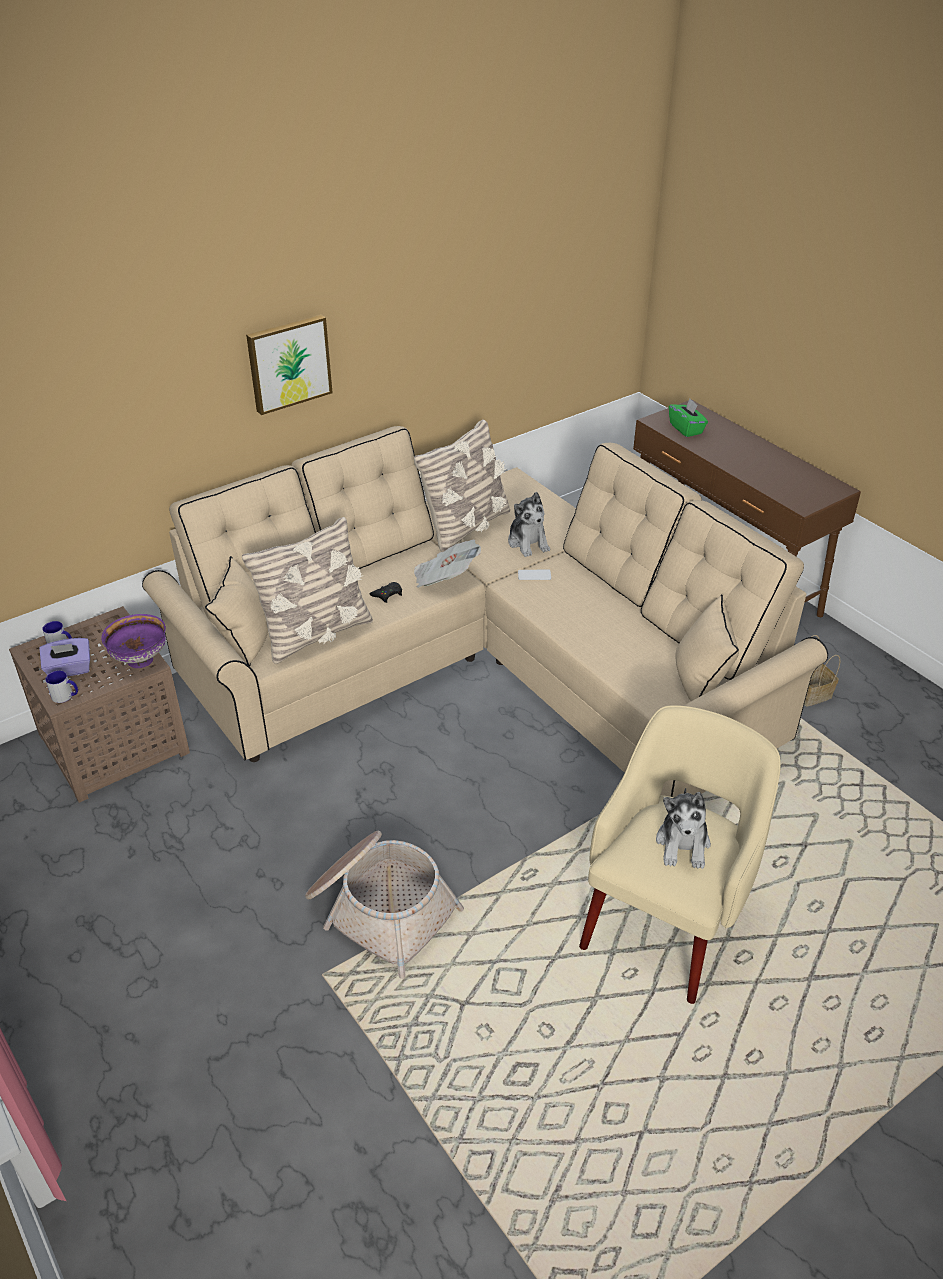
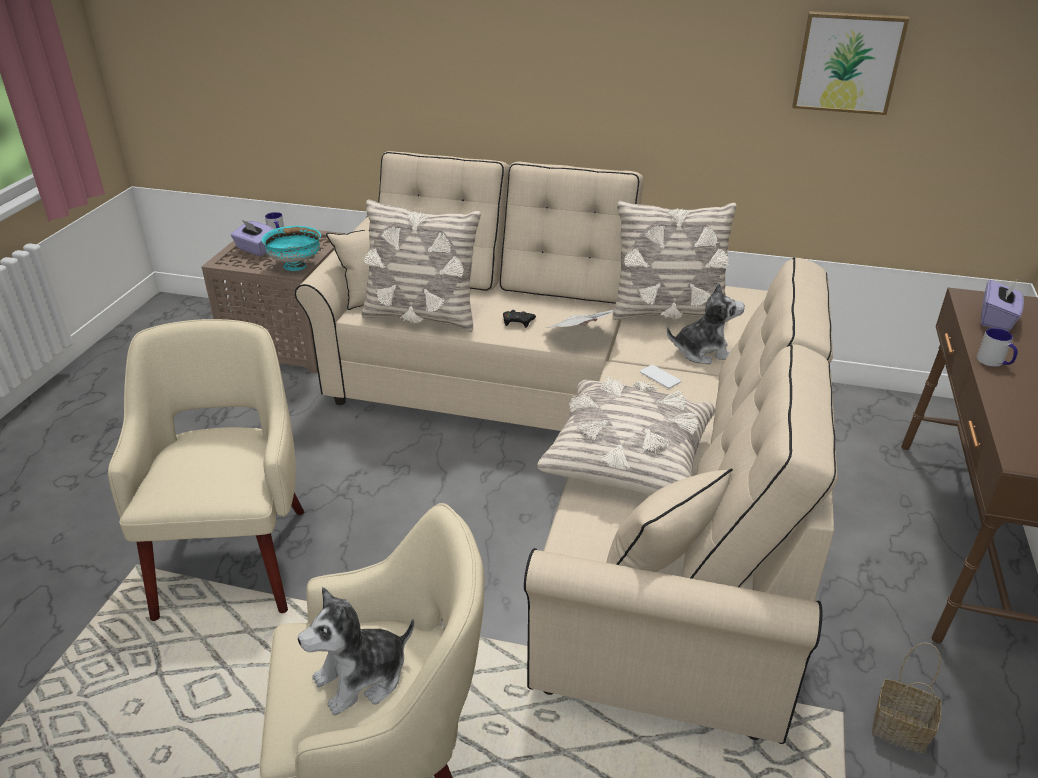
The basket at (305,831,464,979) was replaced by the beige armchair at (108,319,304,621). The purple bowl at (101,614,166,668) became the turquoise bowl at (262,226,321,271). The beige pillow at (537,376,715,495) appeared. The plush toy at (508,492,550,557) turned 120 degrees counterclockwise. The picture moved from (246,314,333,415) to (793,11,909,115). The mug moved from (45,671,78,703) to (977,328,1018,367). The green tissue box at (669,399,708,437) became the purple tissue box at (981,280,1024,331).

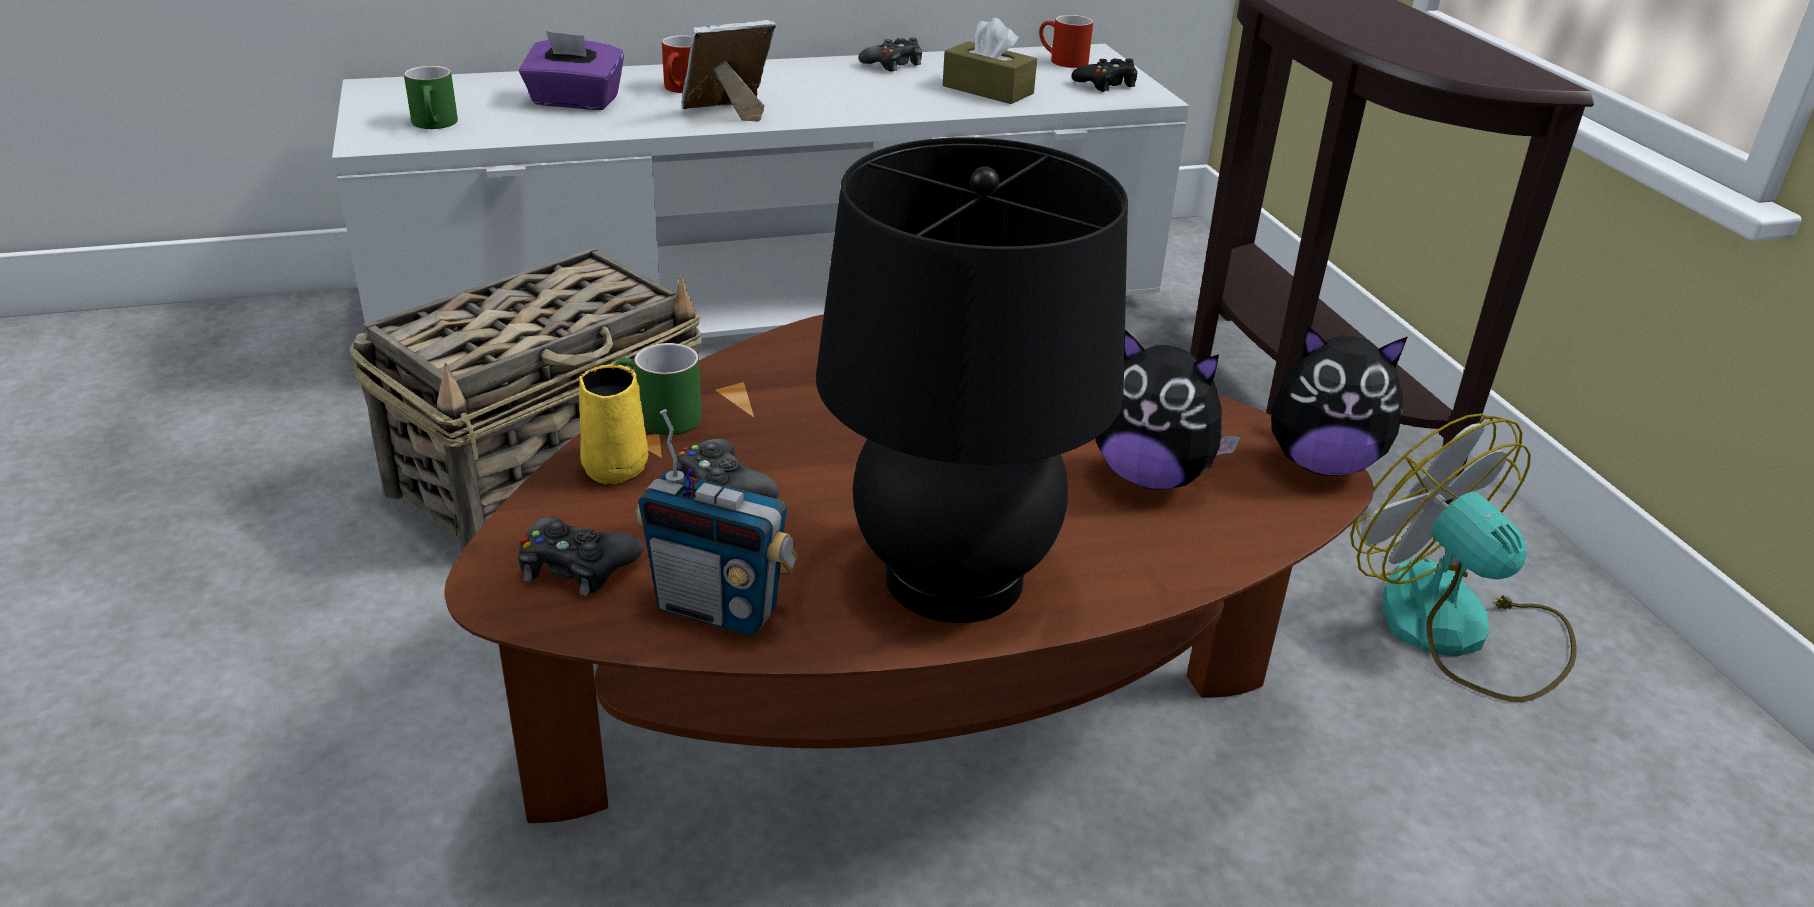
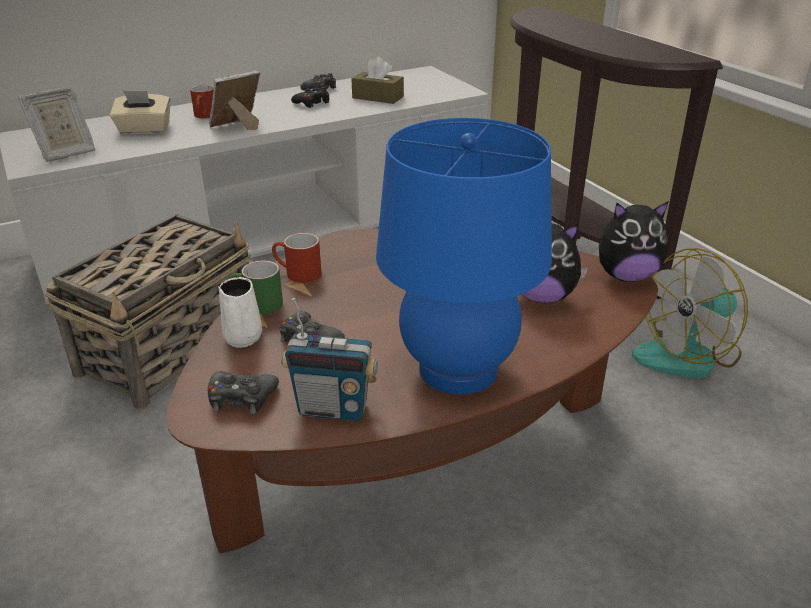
The green mug at (404,66,458,129) was replaced by the picture frame at (18,87,95,162). The purple tissue box at (519,31,624,110) became the beige tissue box at (110,91,171,135). The yellow mug at (579,364,648,485) became the white mug at (218,277,262,348). The red mug moved from (1039,15,1093,68) to (272,233,322,283). The black game controller moved from (1072,58,1137,92) to (291,87,329,108). The black table lamp at (816,137,1128,623) became the blue table lamp at (376,118,552,394). The fan at (1350,414,1577,702) turned 75 degrees counterclockwise.

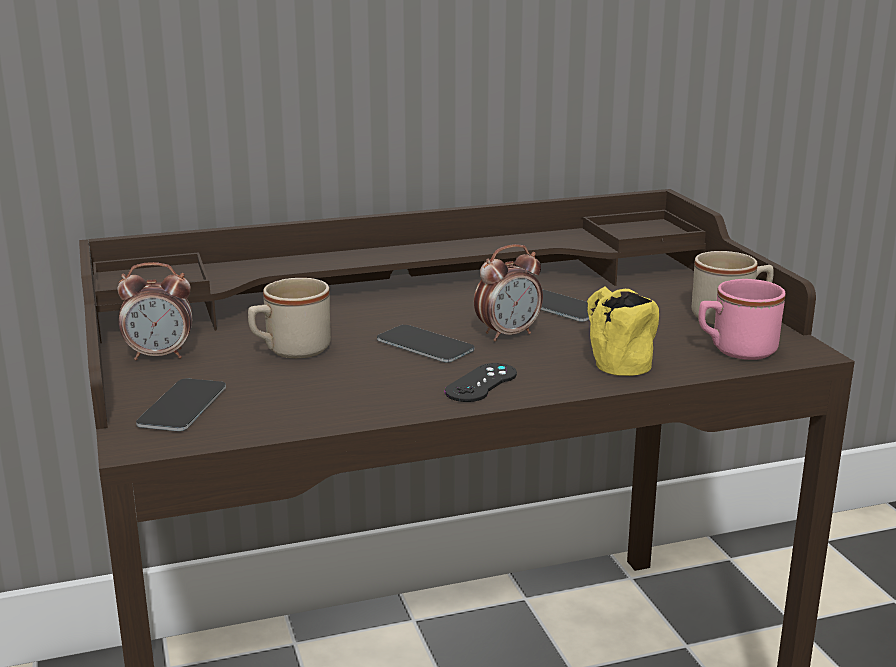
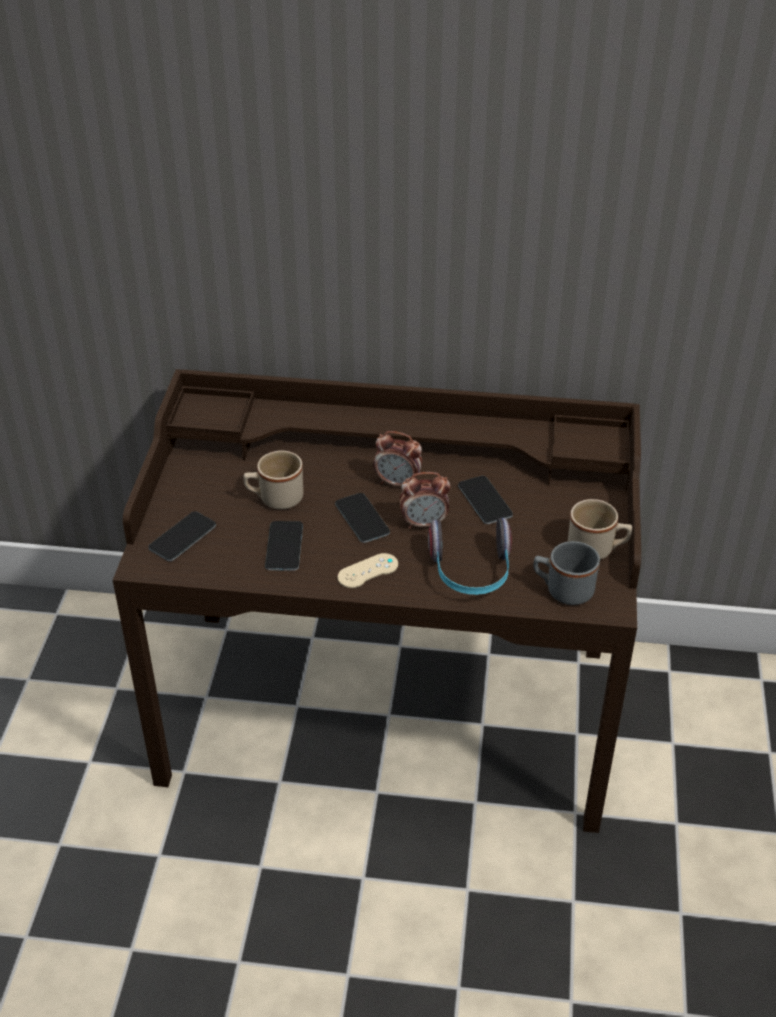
The phone at (265,521,303,571) appeared. The black game controller at (445,363,517,402) became the beige game controller at (338,553,398,588). The alarm clock moved from (117,262,192,360) to (373,431,422,487). The yellow mug at (587,287,659,376) was replaced by the headphones at (428,518,512,595). The pink mug at (698,279,786,360) became the grey mug at (533,541,600,605).

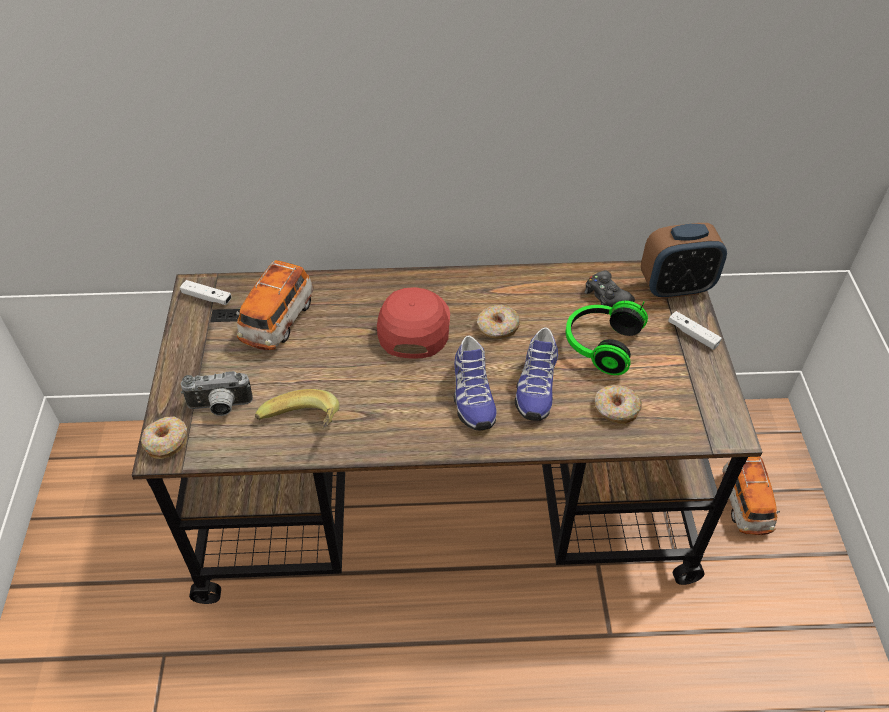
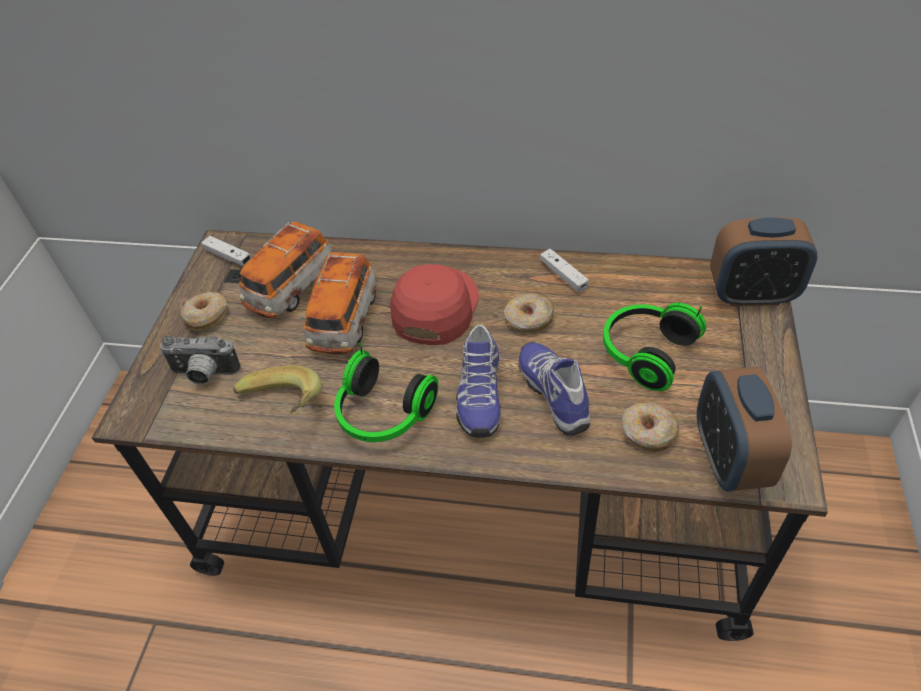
The donut moved from (141,416,187,459) to (180,292,227,332). The toy car moved from (722,457,780,535) to (301,252,377,355). The headphones at (334,342,439,442) appeared. The shoe at (515,327,558,421) turned 135 degrees clockwise. The white game controller moved from (668,311,722,350) to (540,249,589,292). The alarm clock at (697,366,792,492) appeared. The black game controller at (584,271,635,307) disappeared.

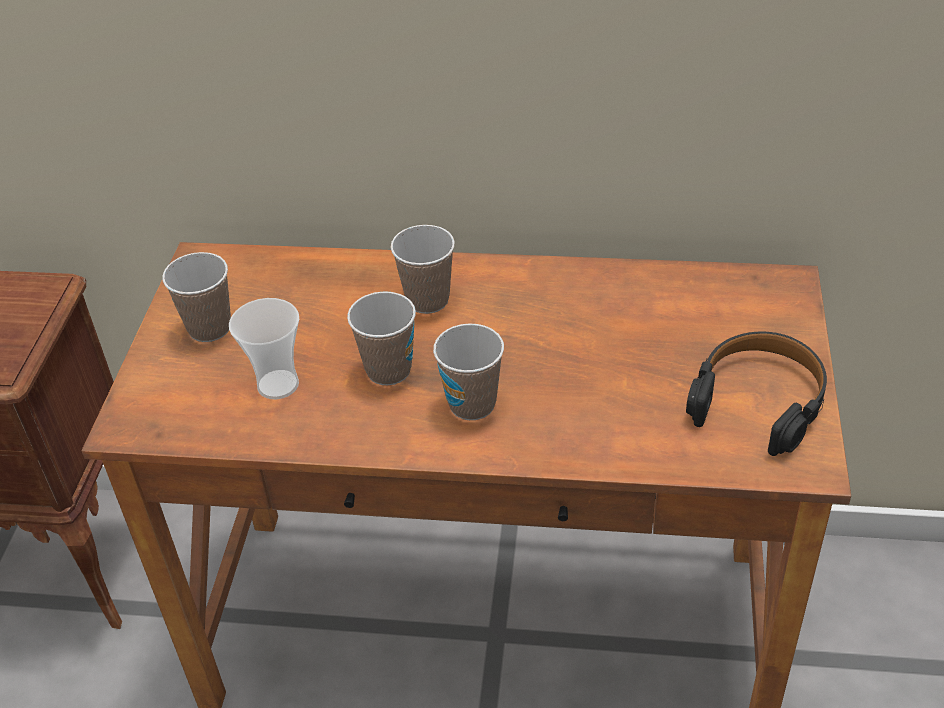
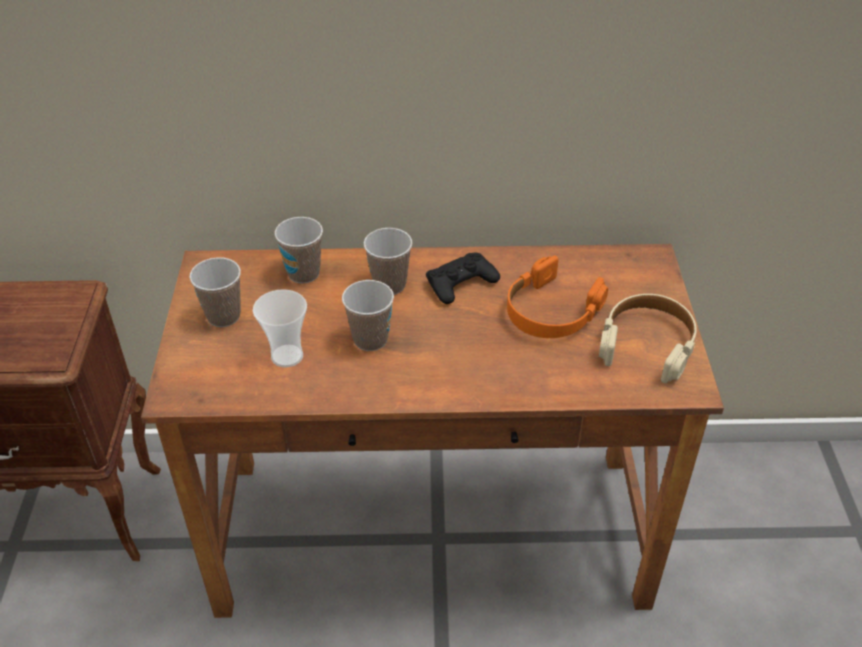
The cup moved from (433,324,504,420) to (275,217,323,284). The black game controller at (426,253,500,304) appeared. The orange headphones at (507,256,608,338) appeared. The black headphones at (686,331,827,456) became the beige headphones at (599,294,697,383).

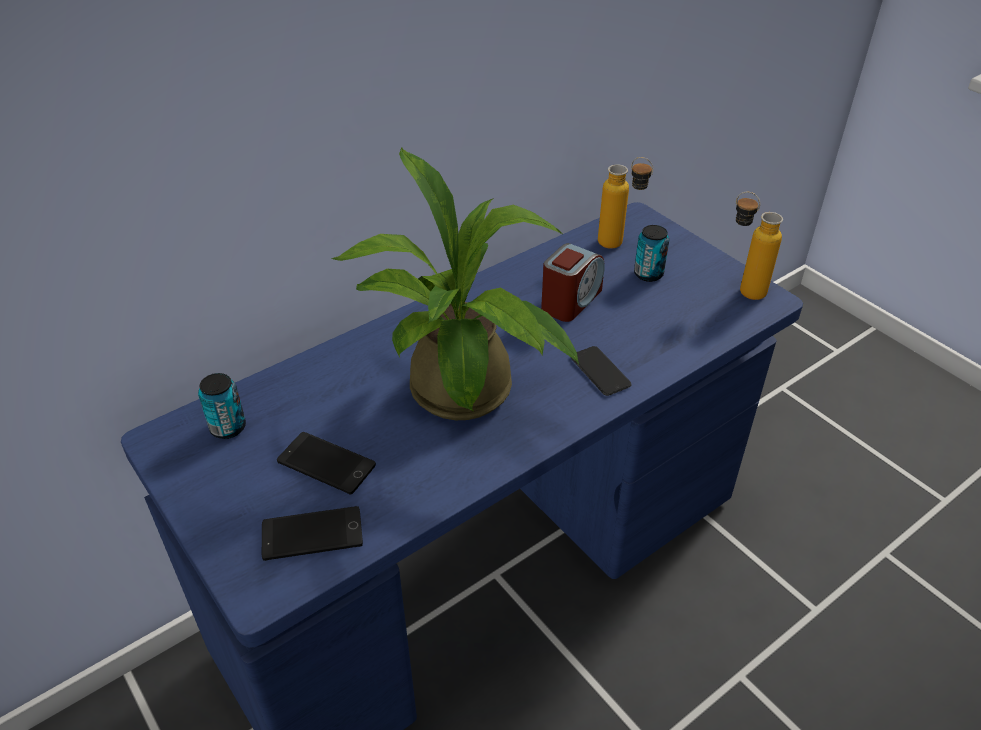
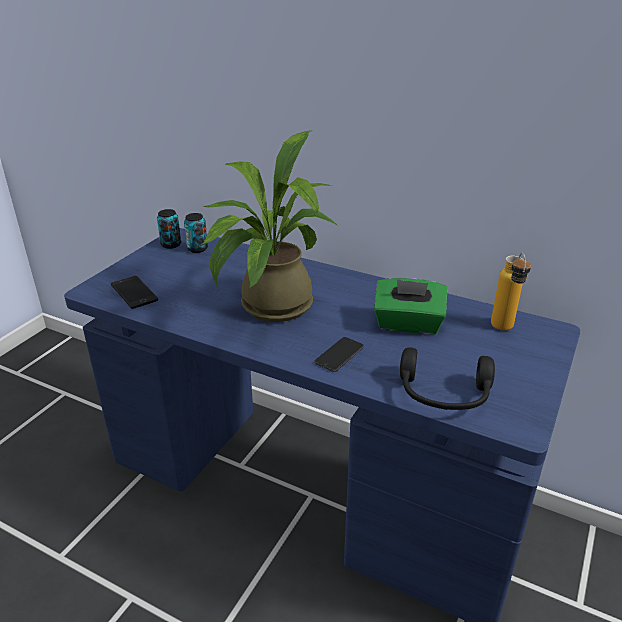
The can moved from (634,225,669,282) to (157,209,181,249). The alarm clock at (541,243,605,322) was replaced by the green tissue box at (374,278,447,335). The black headphones at (400,347,495,410) appeared. The phone at (277,432,376,495) disappeared. The bottle at (736,192,783,300) disappeared.

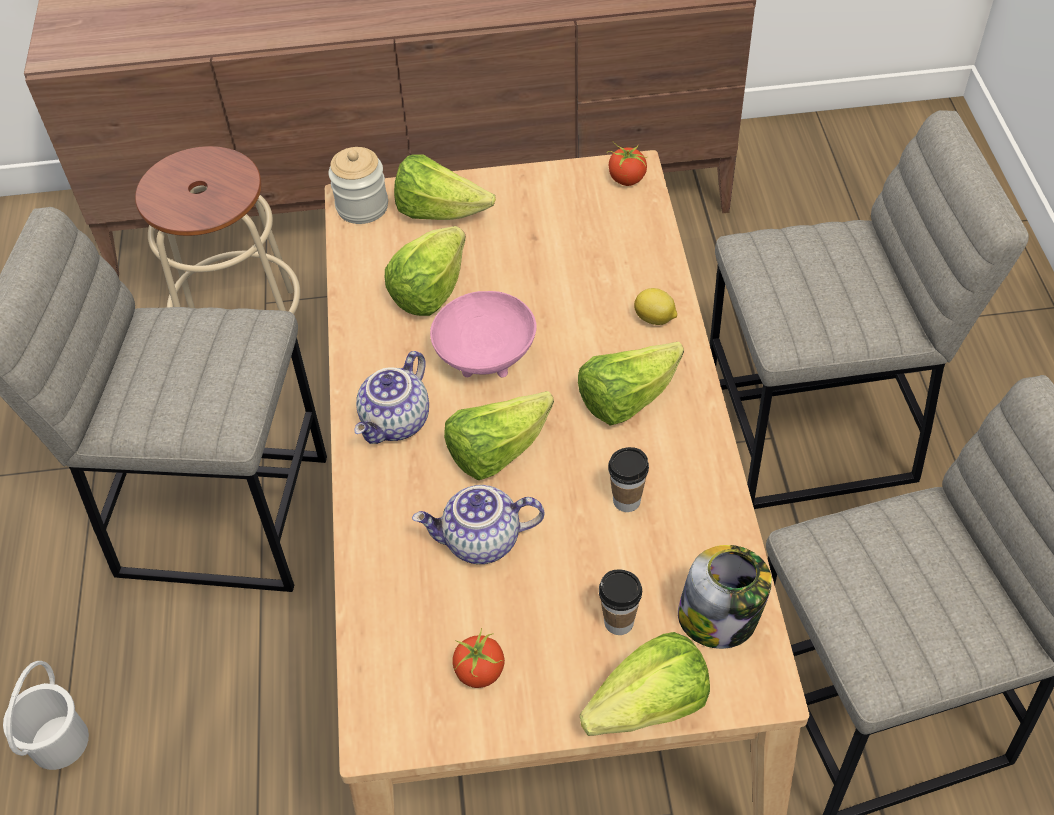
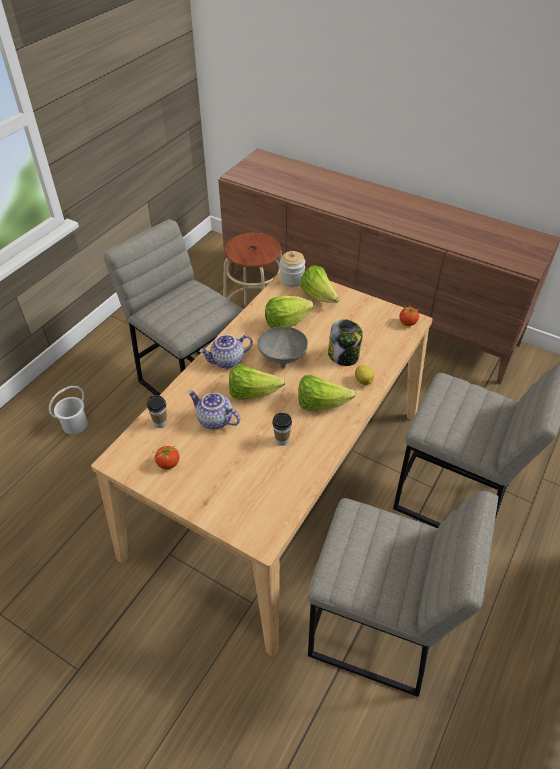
The cup moved from (599,569,642,635) to (147,395,167,428). The pink bowl at (430,291,537,377) became the grey bowl at (257,327,308,369). The jar moved from (678,545,772,649) to (328,319,363,366). The lettuce at (580,632,710,736) disappeared.

